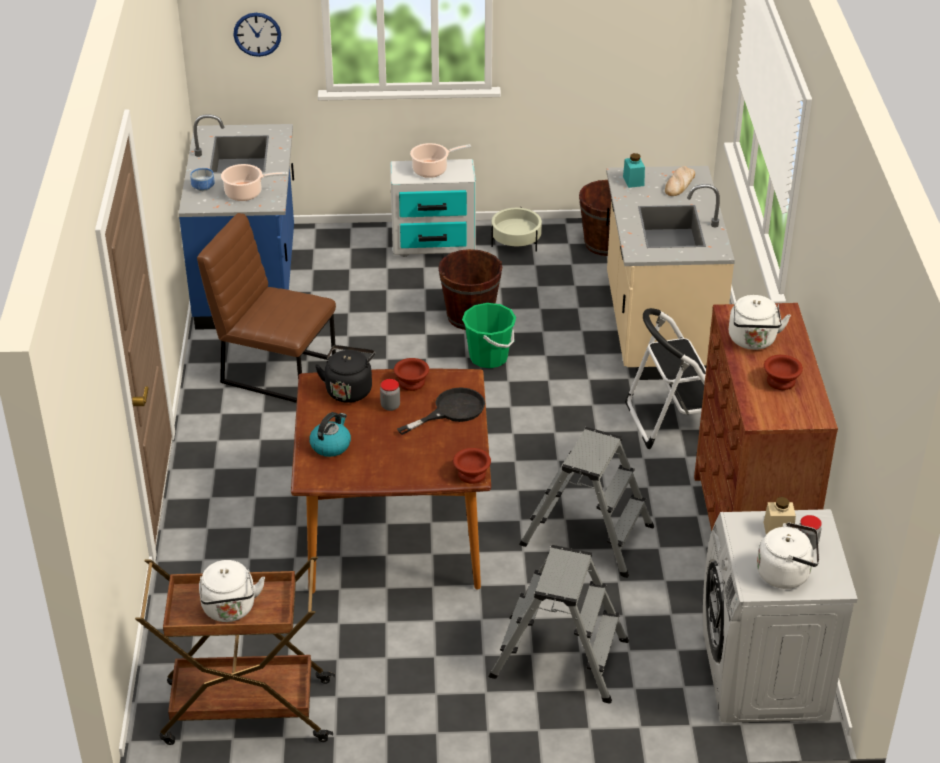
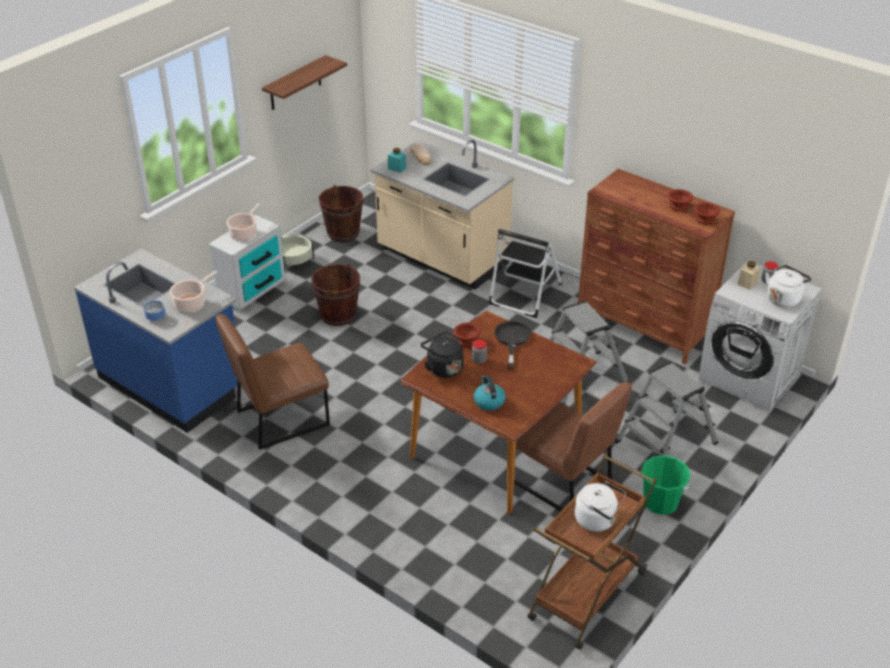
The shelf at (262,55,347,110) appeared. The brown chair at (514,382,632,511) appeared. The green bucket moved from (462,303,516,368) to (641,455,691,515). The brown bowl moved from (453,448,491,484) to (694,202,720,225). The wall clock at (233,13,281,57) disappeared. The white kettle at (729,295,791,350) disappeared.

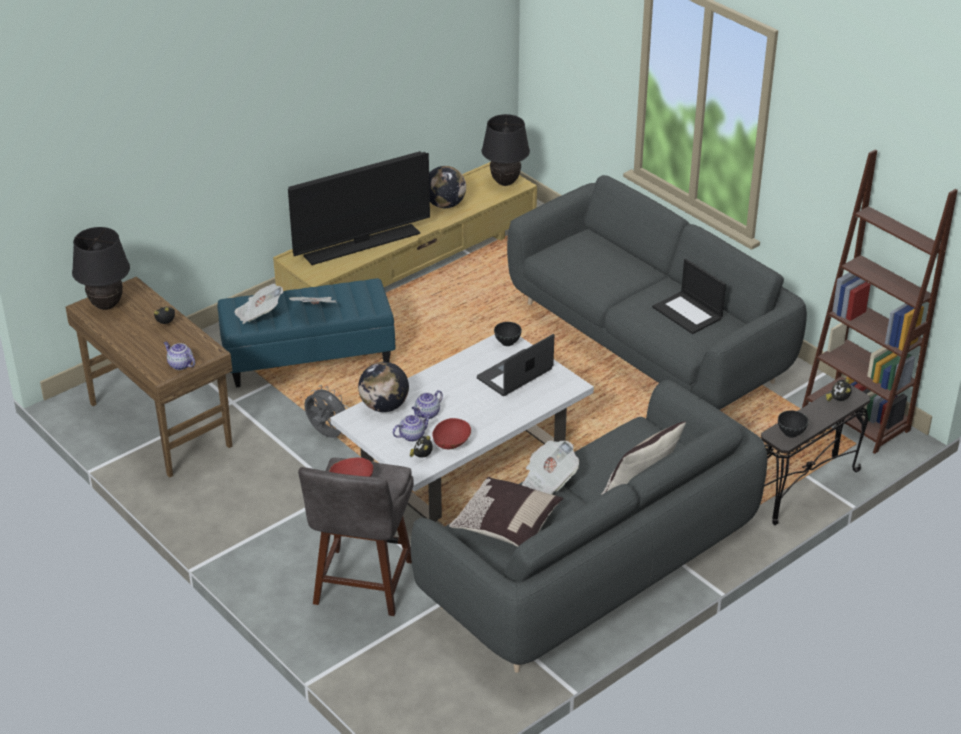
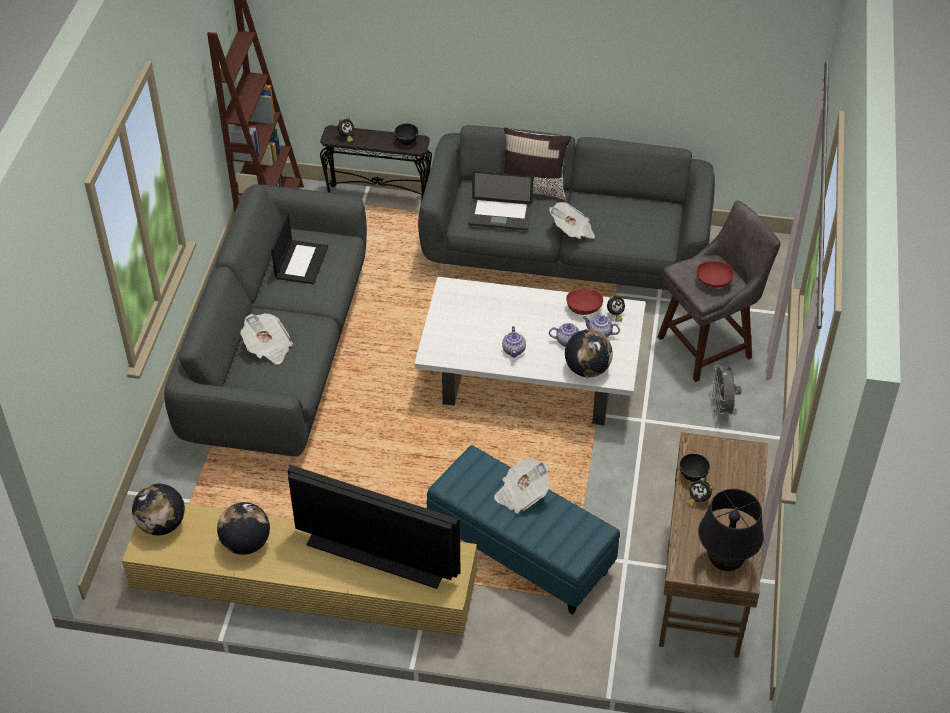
The black table lamp at (482,114,530,186) was replaced by the globe at (132,484,185,535). The newspaper moved from (234,284,283,324) to (240,313,293,364). The laptop moved from (477,334,554,396) to (468,171,533,230). The teapot moved from (164,342,195,370) to (502,326,526,358). The black bowl moved from (494,322,522,346) to (680,453,710,482). The grey fan moved from (304,385,349,438) to (712,365,741,418). The pillow at (449,477,564,547) disappeared.

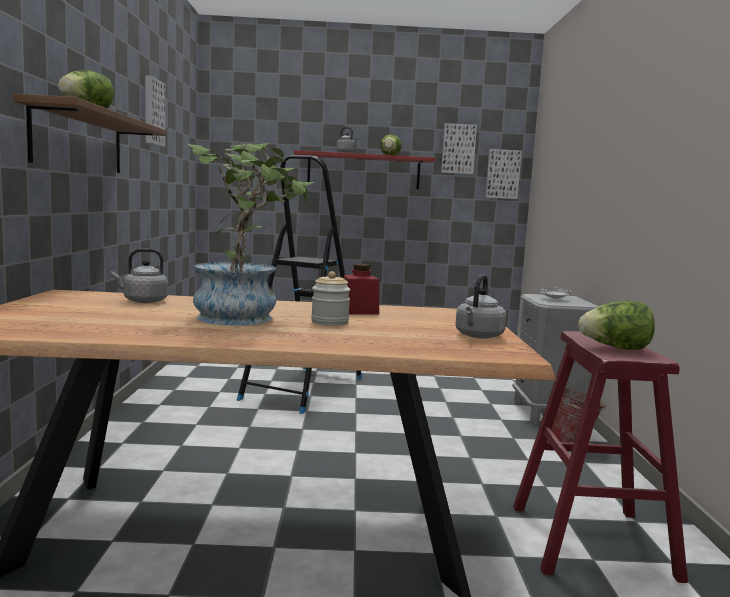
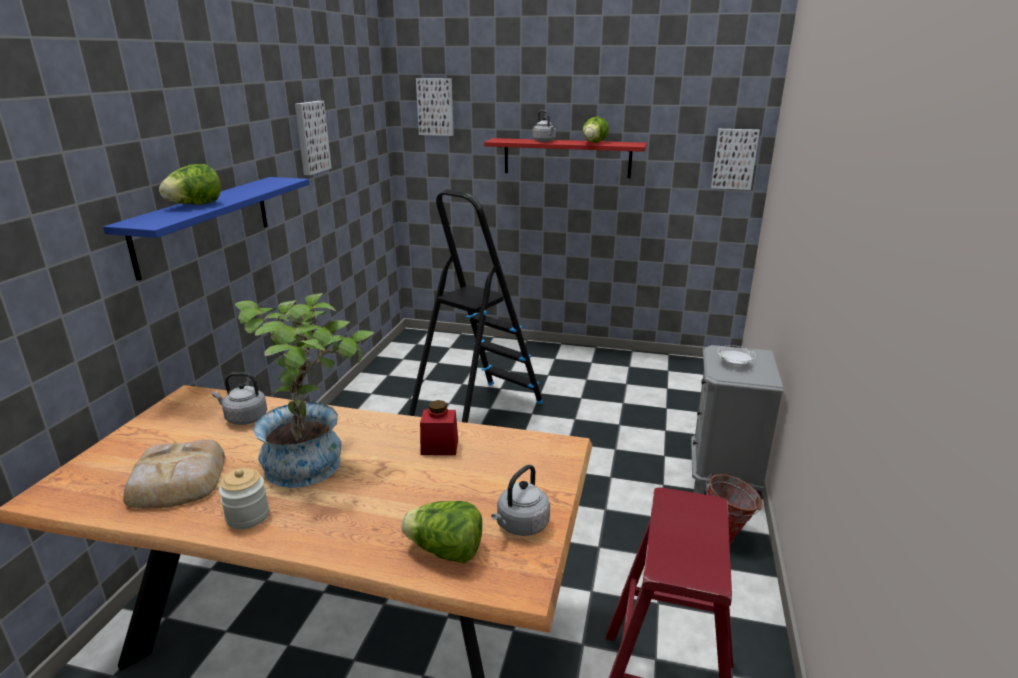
The brown shelf at (13,94,167,173) became the blue shelf at (103,177,309,281). The bread at (123,439,225,508) appeared. The jar moved from (311,271,350,326) to (219,468,269,529). The lettuce moved from (579,301,655,350) to (401,501,482,564). The picture moved from (441,123,477,174) to (416,78,454,136).

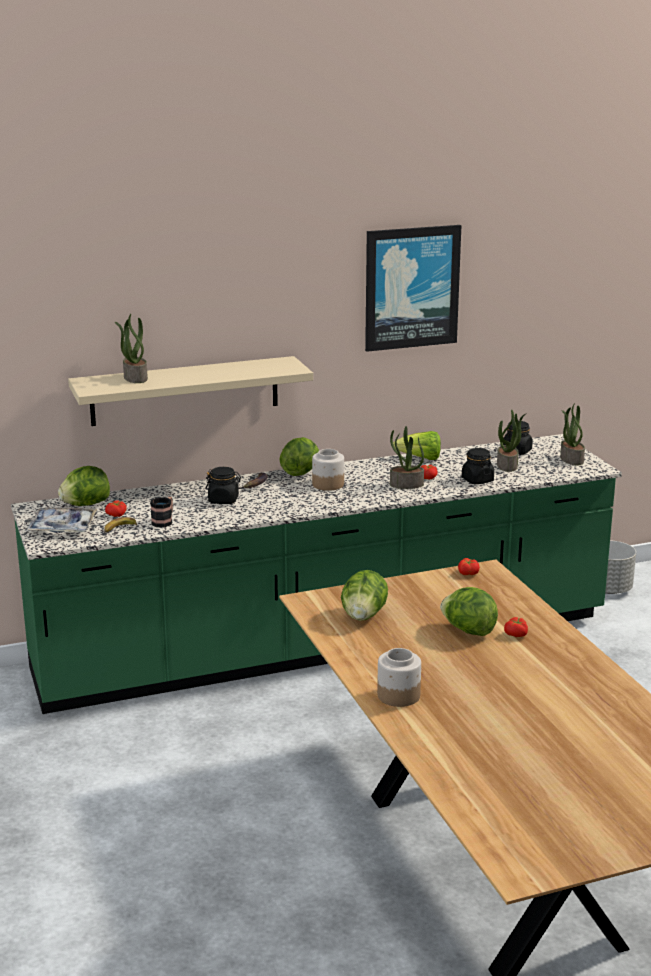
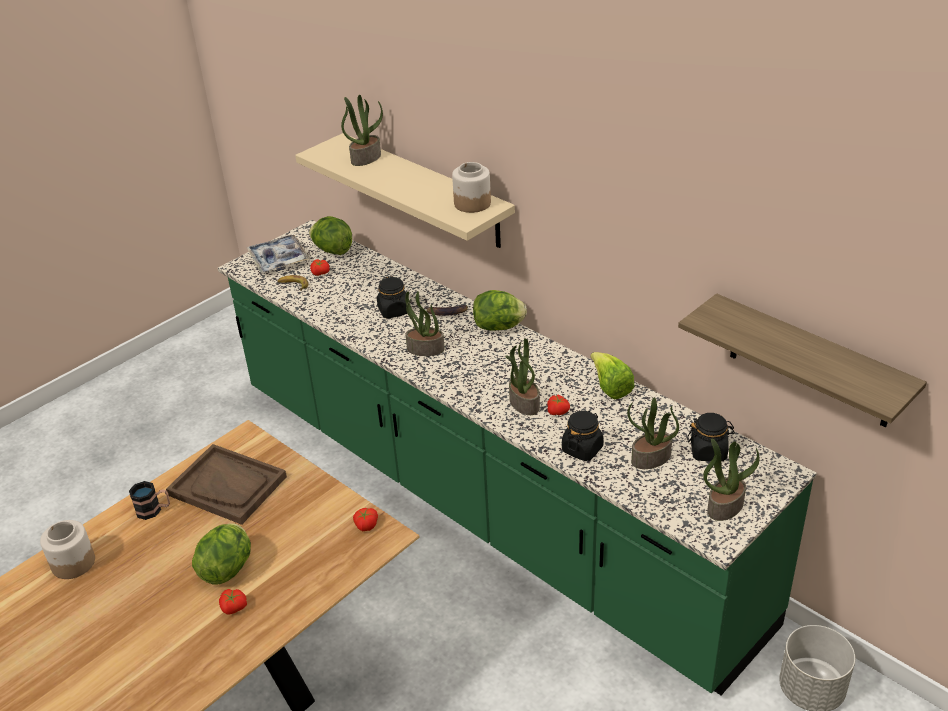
The mug moved from (150,497,173,527) to (129,481,170,520). The lettuce at (341,570,388,621) was replaced by the brown tray at (166,444,287,525). The potted plant at (405,291,445,356) appeared. The jar moved from (312,449,344,491) to (452,162,491,213). The shelf at (678,294,927,428) appeared. The picture at (365,225,461,352) disappeared.

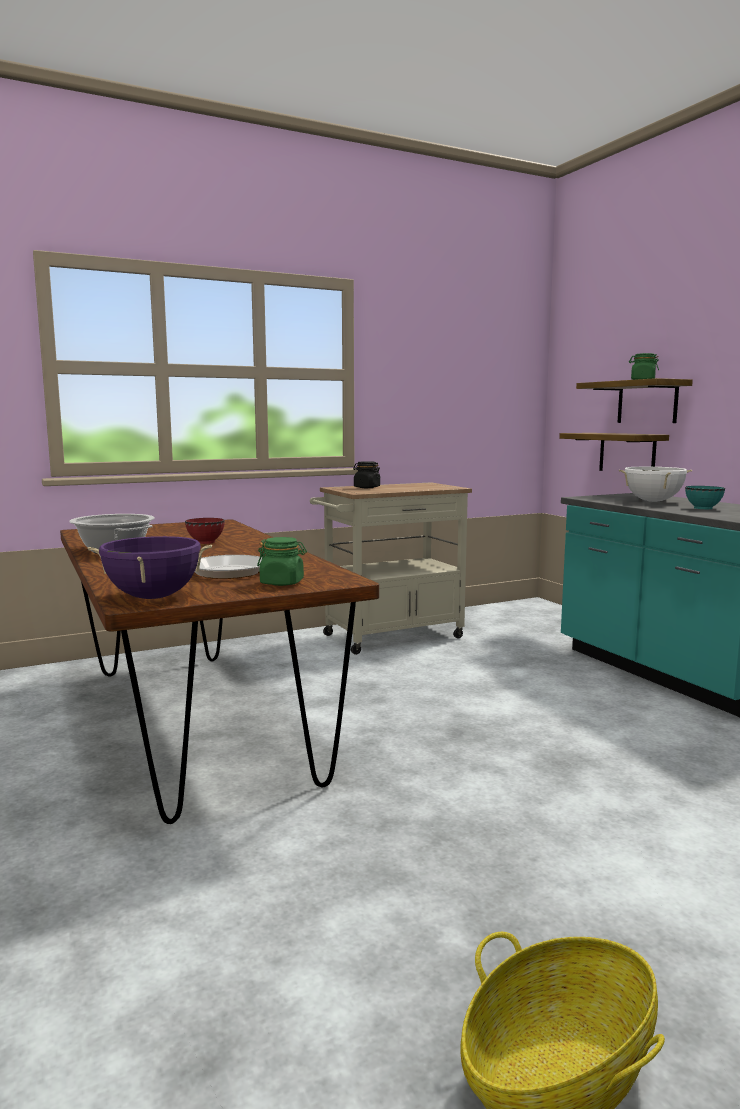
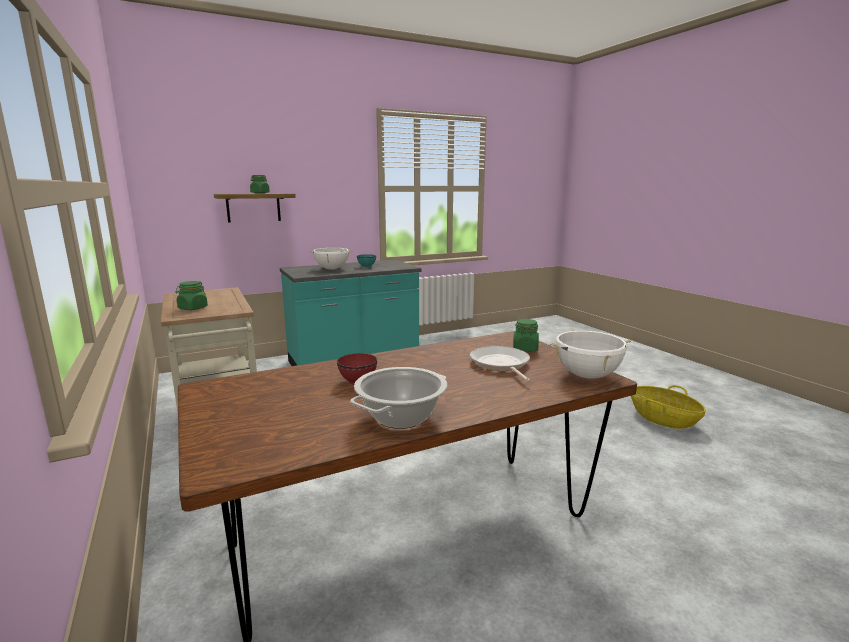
The black jar at (353,461,381,488) became the green jar at (175,281,208,310). The purple cooking pot at (88,536,212,599) became the white cooking pot at (550,330,631,379). The shelf at (559,433,669,471) disappeared.

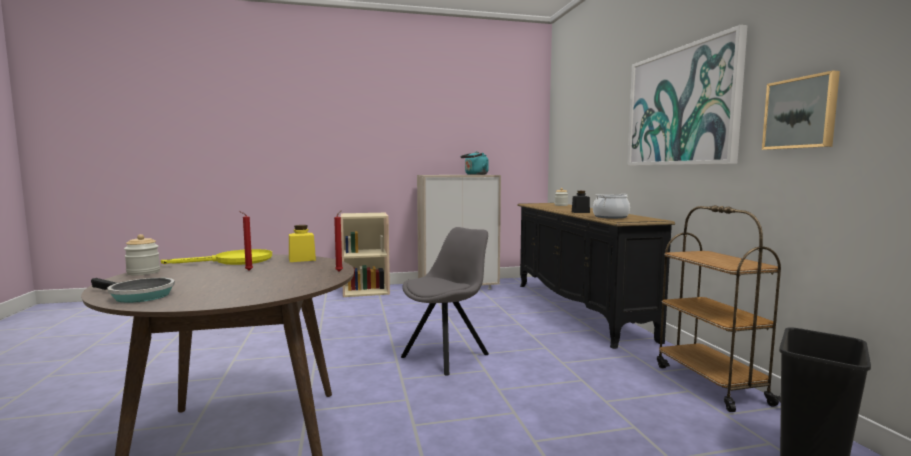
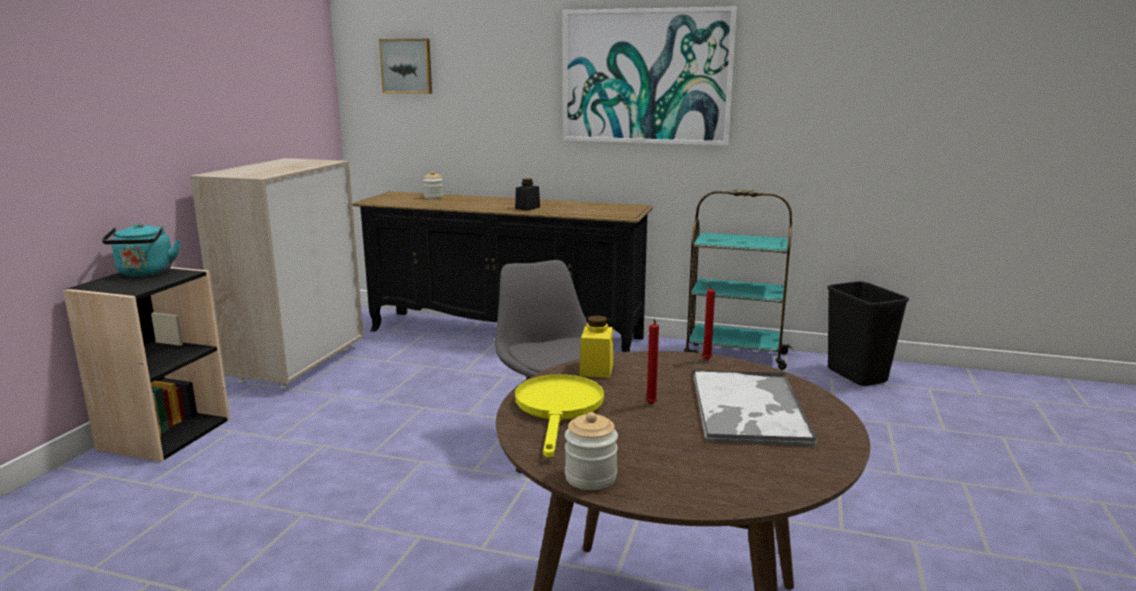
The beige bookcase at (341,213,390,297) became the black bookcase at (63,267,230,462). The turquoise kettle moved from (460,151,489,175) to (102,223,180,277). The picture moved from (762,71,840,150) to (379,39,432,94). The brown cart at (657,205,781,412) became the turquoise cart at (684,189,793,370). The tray at (693,370,817,447) appeared. The frying pan at (91,278,175,303) disappeared. The cooking pot at (593,194,630,219) disappeared.

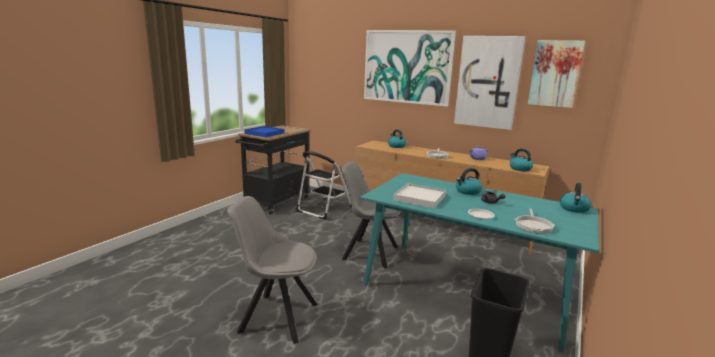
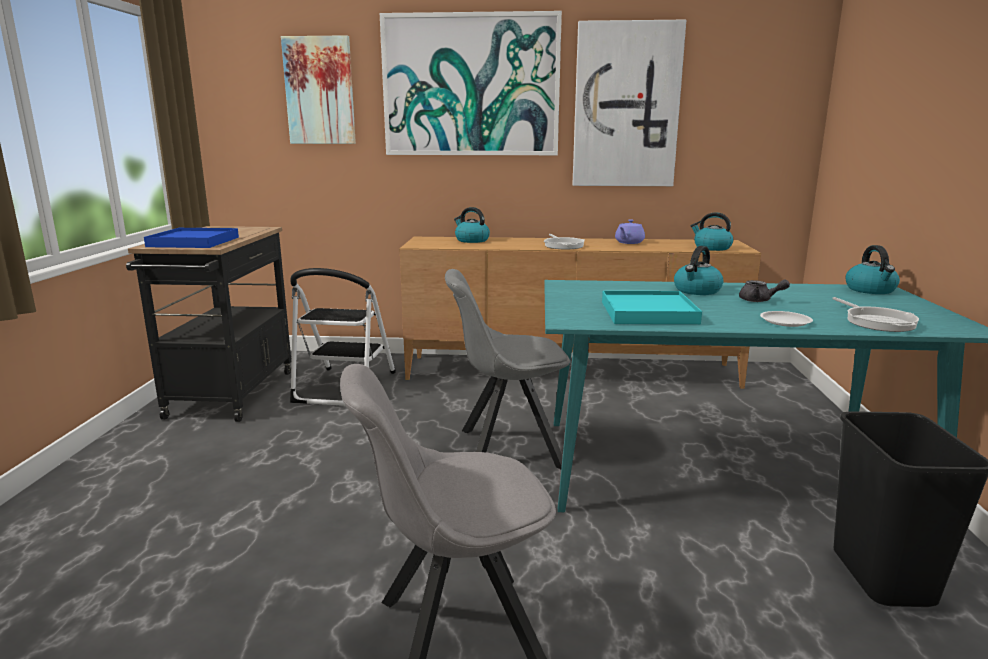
The picture moved from (528,40,585,108) to (281,35,356,144). The white tray at (393,183,446,208) became the turquoise tray at (602,291,702,324).

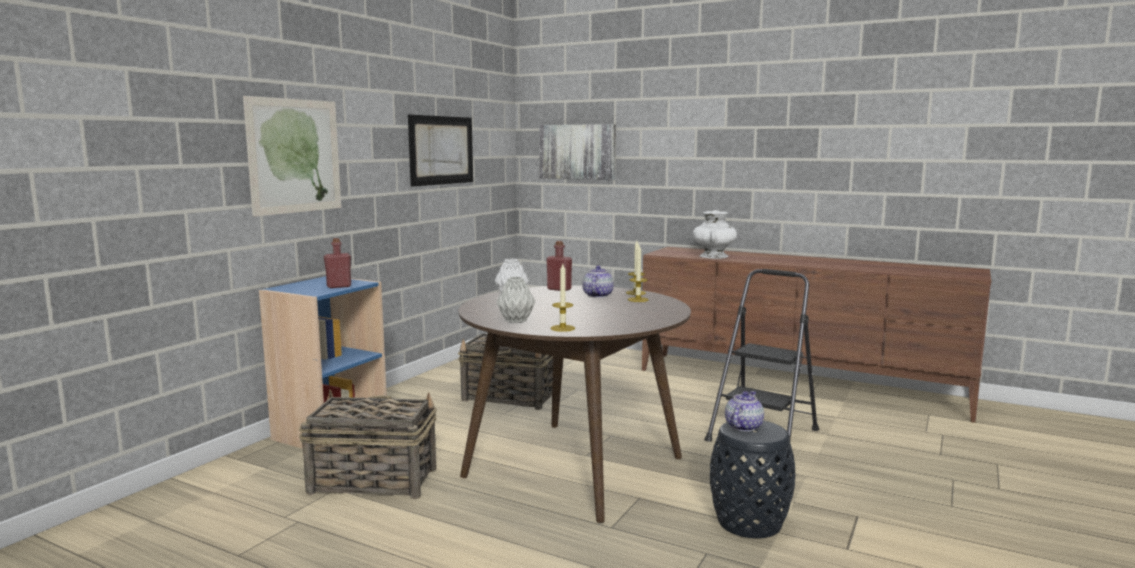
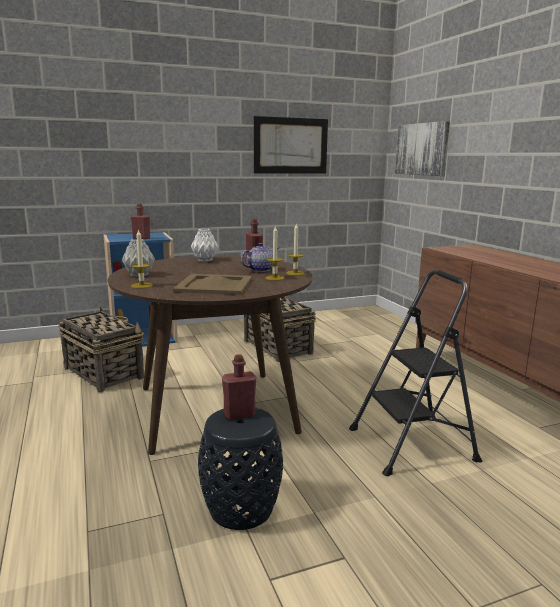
The beige tray at (173,274,252,295) appeared. The teapot at (725,391,764,432) was replaced by the red bottle at (222,354,256,420). The picture at (243,96,341,217) disappeared. The white vase at (693,210,737,259) disappeared.

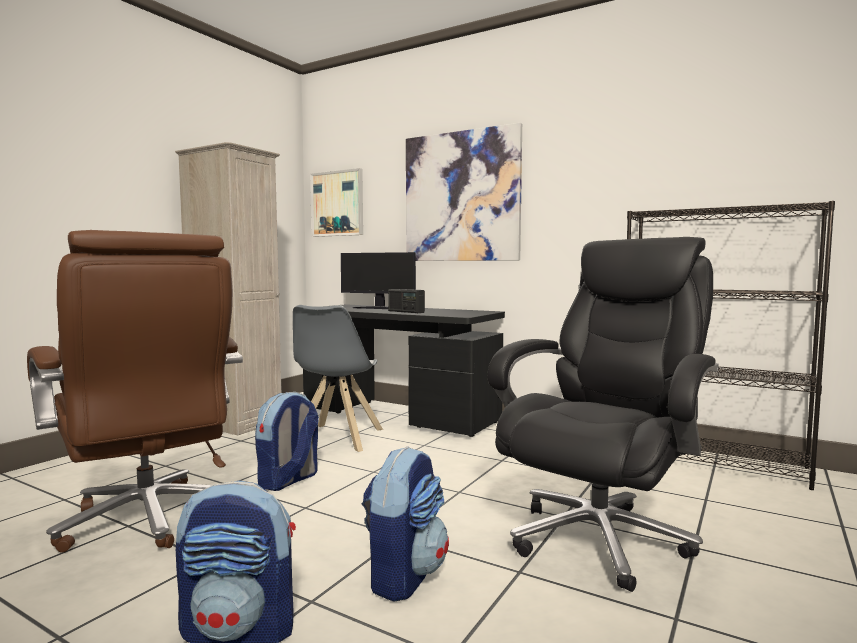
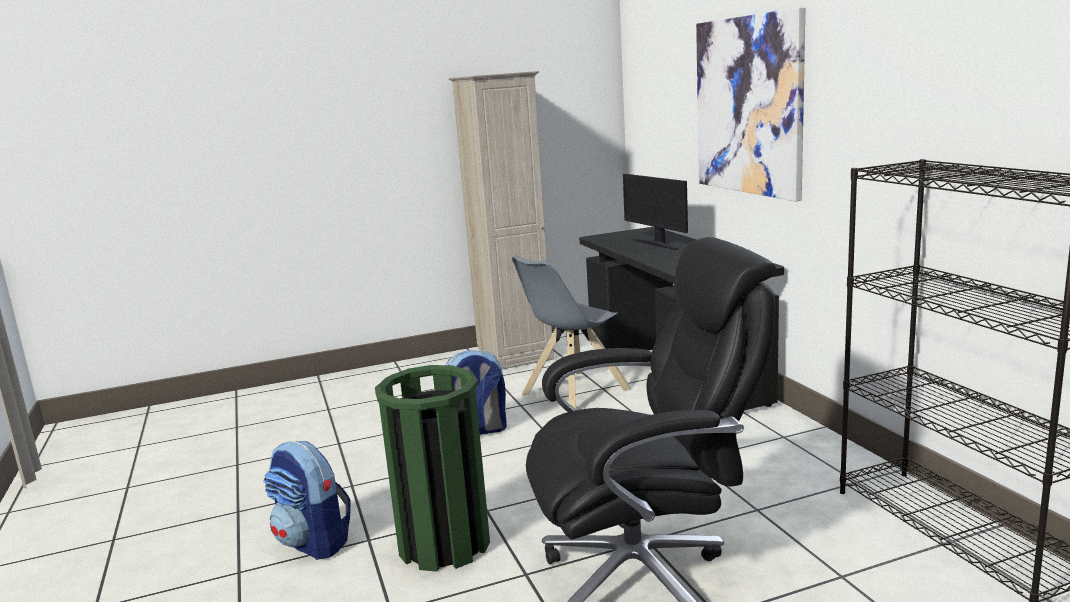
The backpack at (362,446,449,602) was replaced by the green trash can at (375,365,490,572). The brown office chair at (27,230,243,553) disappeared. The picture at (310,168,363,237) disappeared. The radio at (388,289,425,313) disappeared.

